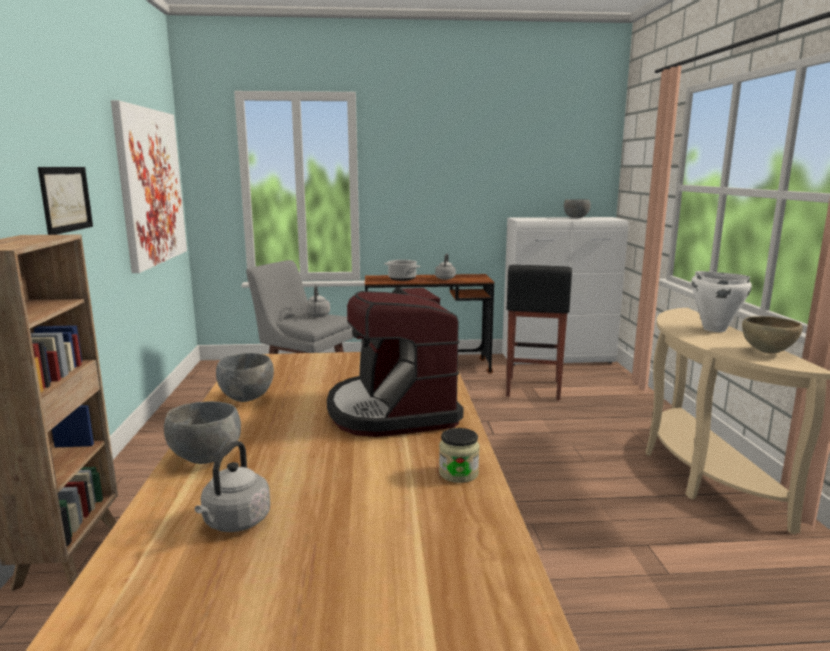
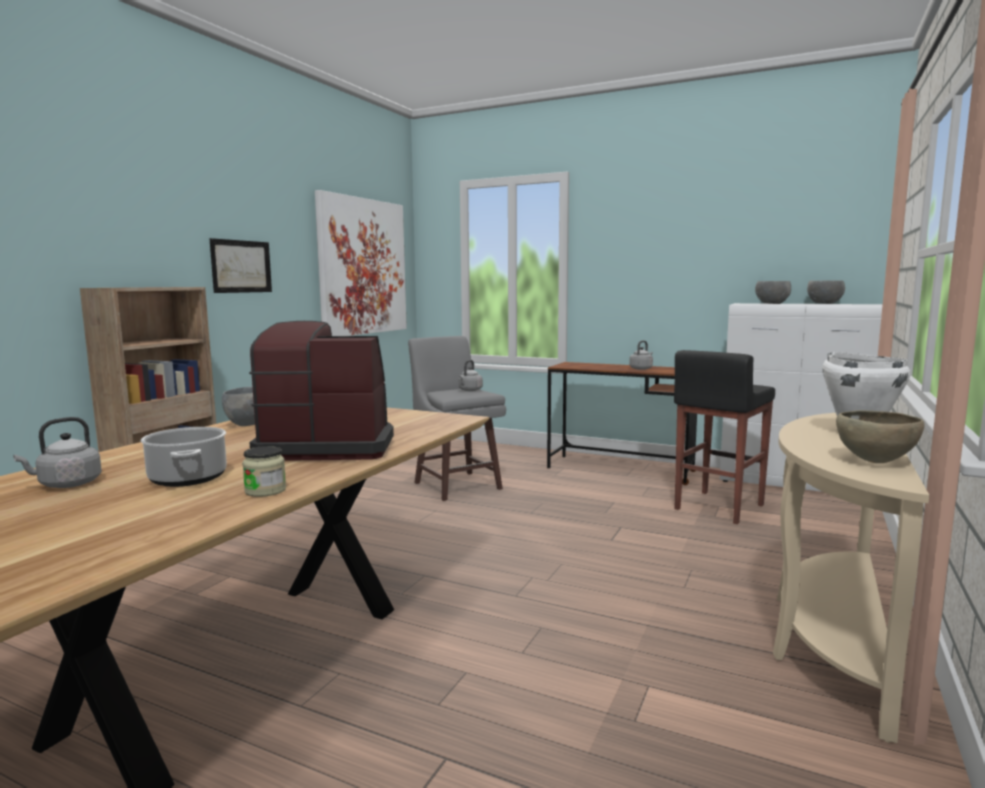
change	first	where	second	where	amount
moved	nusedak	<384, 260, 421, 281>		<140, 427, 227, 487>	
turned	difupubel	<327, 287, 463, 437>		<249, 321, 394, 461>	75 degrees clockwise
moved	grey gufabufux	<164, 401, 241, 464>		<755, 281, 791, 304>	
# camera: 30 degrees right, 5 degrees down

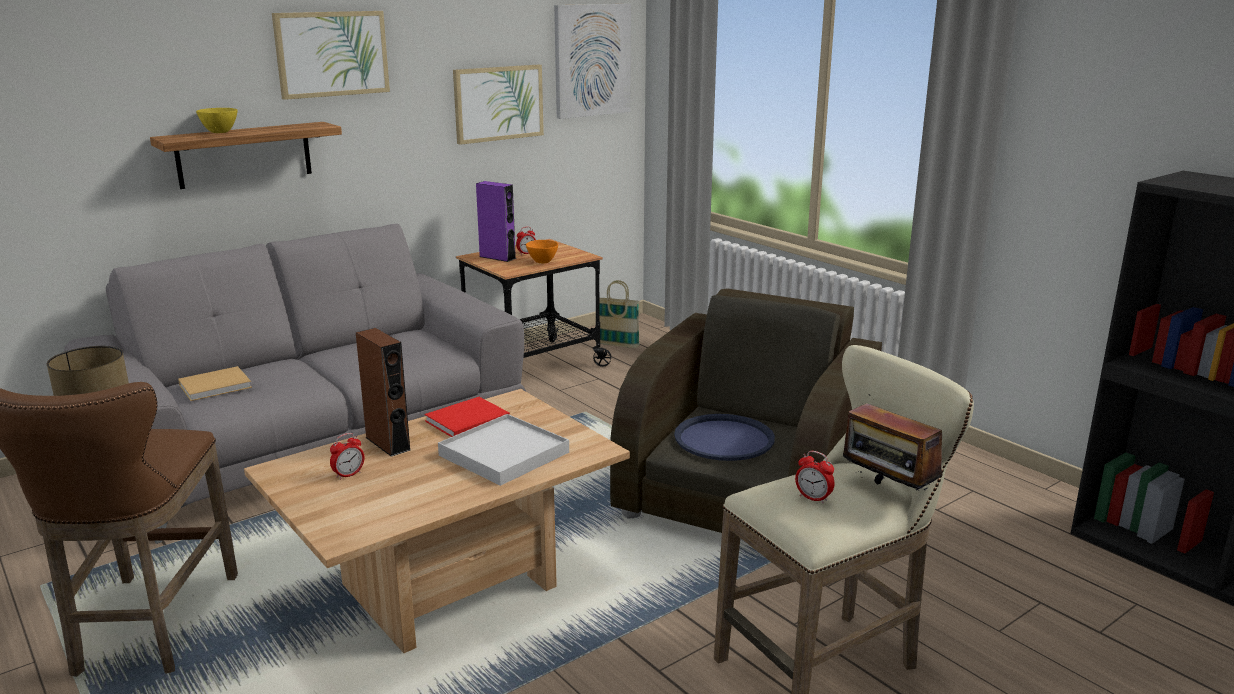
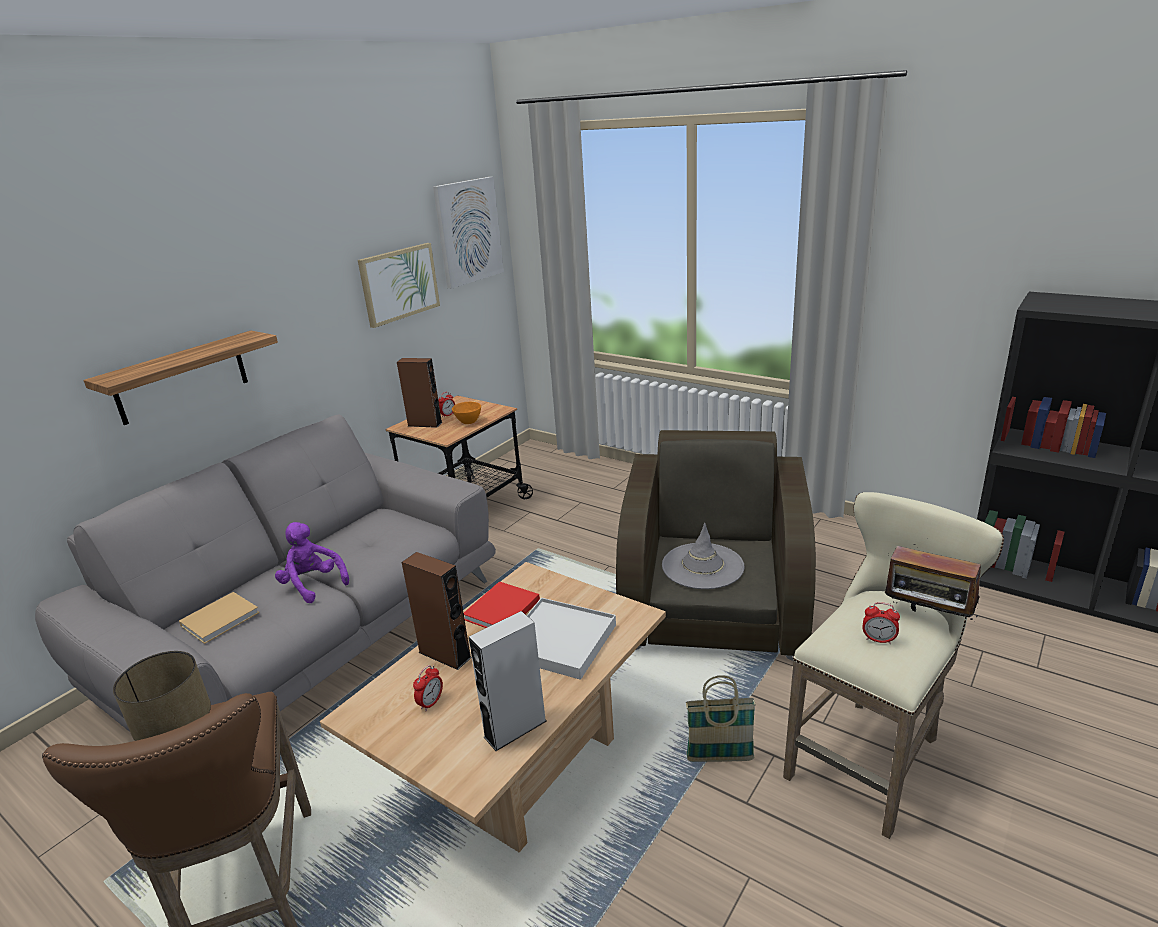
change	first	where	second	where	amount
added			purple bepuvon	<275, 522, 349, 603>	
recoloured	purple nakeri	<476, 181, 516, 262>	brown nakeri	<397, 358, 443, 428>	
added			grey nakeri	<469, 611, 547, 751>	
replaced	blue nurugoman	<674, 414, 775, 461>	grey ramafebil	<662, 523, 745, 589>	
moved	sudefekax	<599, 280, 640, 348>		<686, 675, 756, 762>	
removed	yellow gufabufux	<196, 108, 238, 133>			
removed	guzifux	<272, 11, 390, 100>			
# camera: 15 degrees left, 5 degrees up

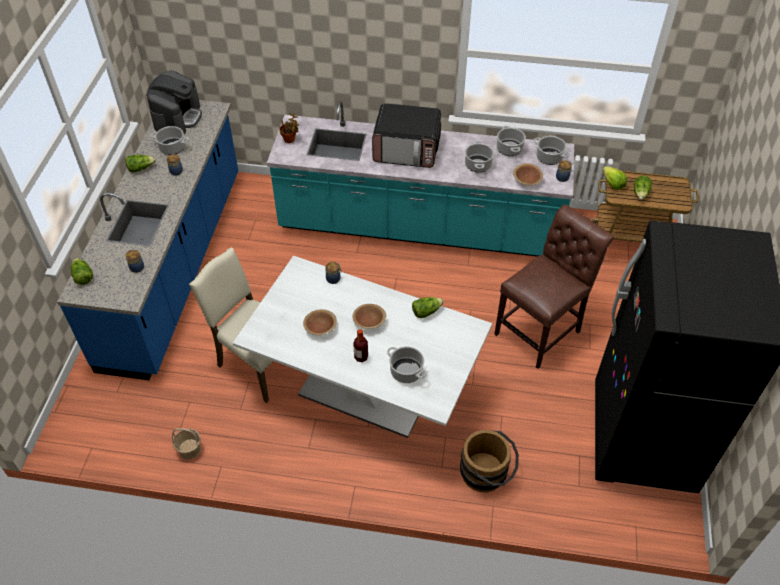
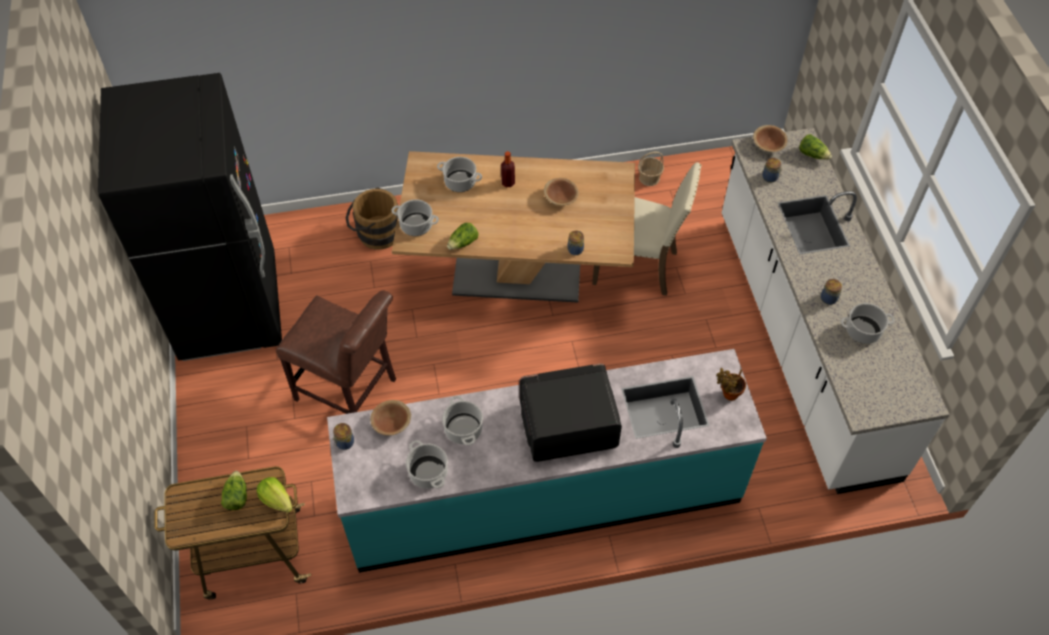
change	first	where	second	where	amount
turned	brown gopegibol	<494, 205, 614, 369>		<276, 291, 396, 414>	90 degrees counterclockwise
recoloured	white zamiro	<233, 255, 492, 438>	brown zamiro	<392, 151, 635, 303>	
moved	nusedak	<533, 136, 570, 165>		<392, 199, 439, 236>	
recoloured	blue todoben	<57, 100, 238, 380>	white todoben	<722, 128, 950, 494>	
moved	brown gufabufux	<353, 304, 386, 329>		<753, 125, 788, 152>	
removed	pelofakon	<126, 155, 156, 173>			
removed	difupubel	<147, 71, 202, 134>			
# camera: 160 degrees right, 5 degrees up

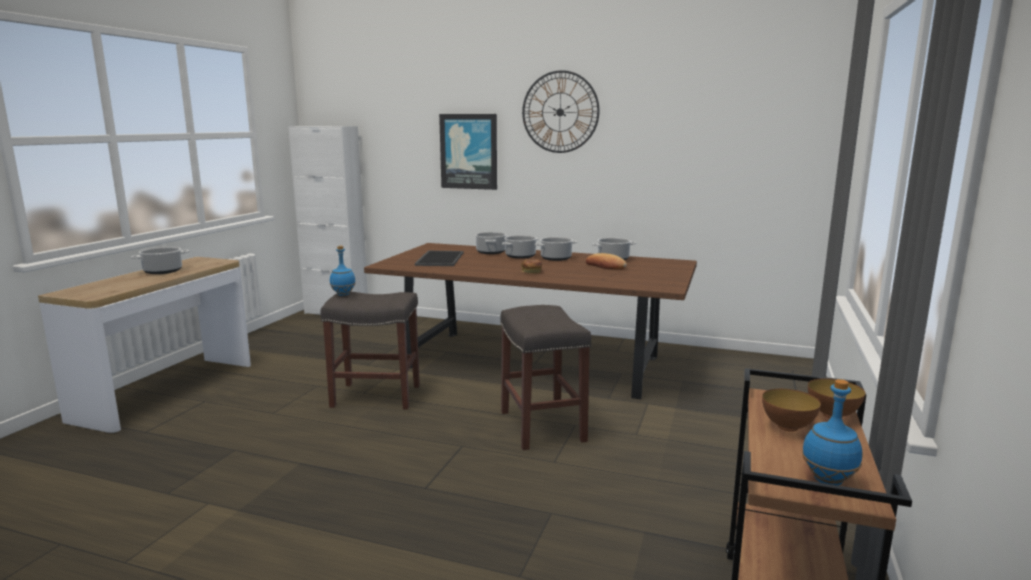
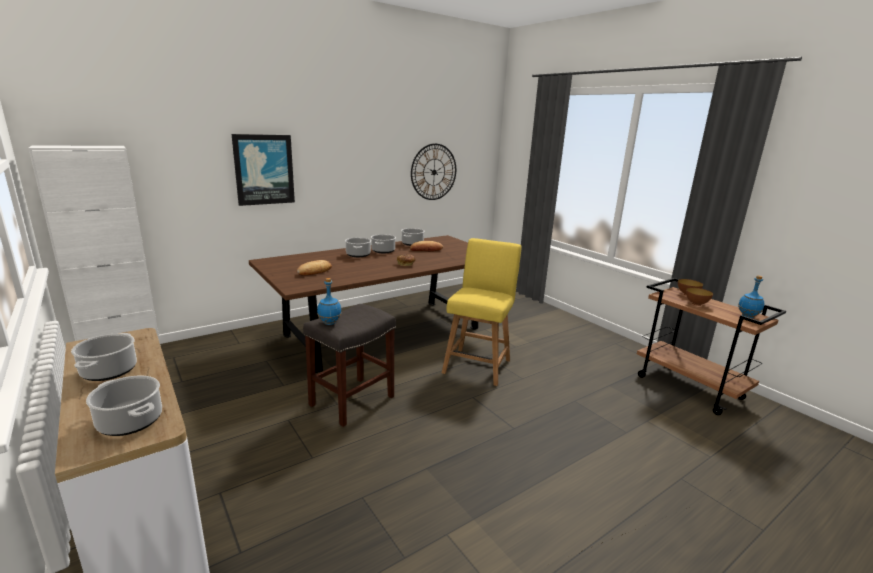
change	first	where	second	where	amount
moved	nusedak	<475, 232, 507, 254>		<86, 376, 162, 436>	
replaced	nurugoman	<415, 251, 463, 266>	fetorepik	<297, 260, 332, 276>	
moved	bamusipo	<522, 70, 600, 153>		<411, 144, 456, 200>	
replaced	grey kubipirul	<500, 305, 591, 450>	yellow gopegibol	<442, 238, 522, 386>	
# camera: 55 degrees left, 5 degrees up

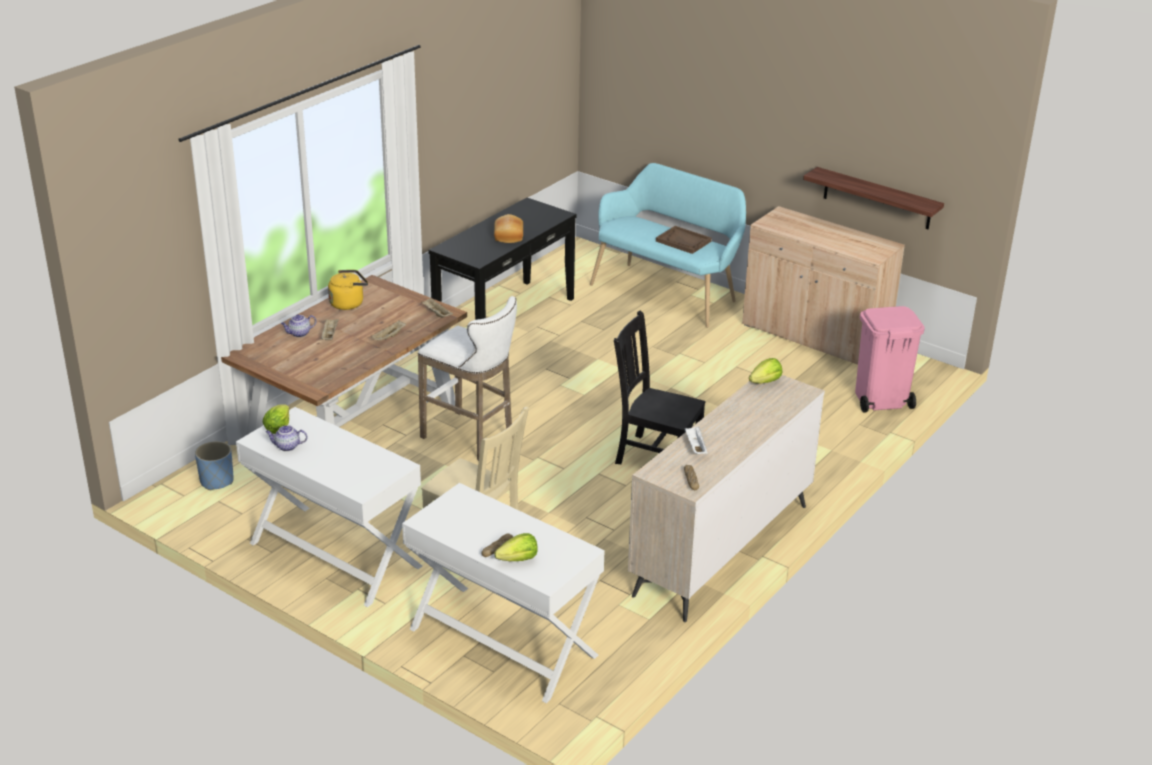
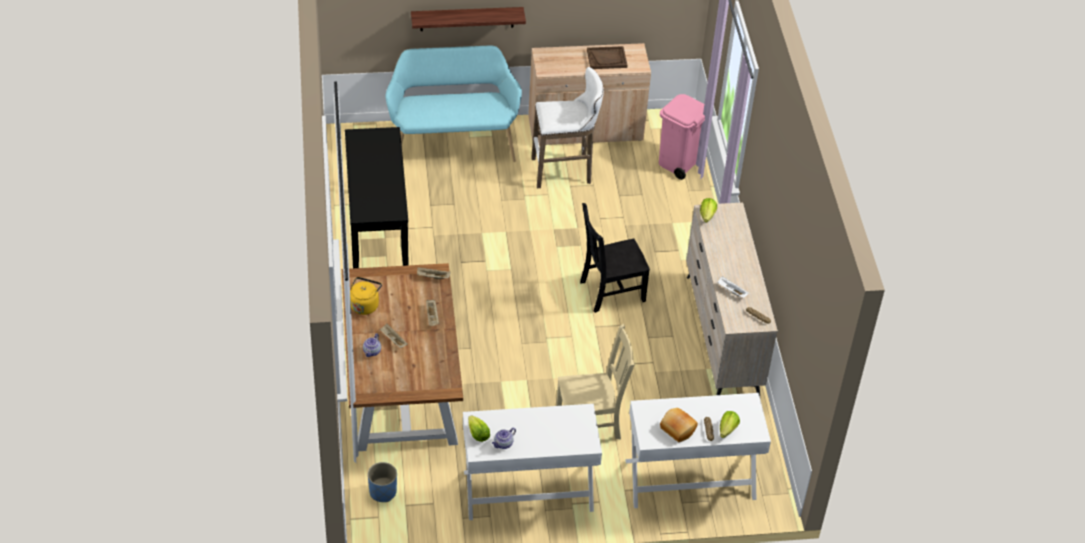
change	first	where	second	where	amount
moved	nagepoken	<803, 167, 944, 229>		<411, 7, 526, 31>	
moved	white kubipirul	<418, 296, 517, 461>		<531, 67, 604, 188>	
moved	brown nurugoman	<656, 226, 712, 254>		<587, 46, 627, 69>	
moved	fetorepik	<494, 214, 523, 243>		<660, 408, 698, 442>	
# camera: 45 degrees left, 15 degrees up

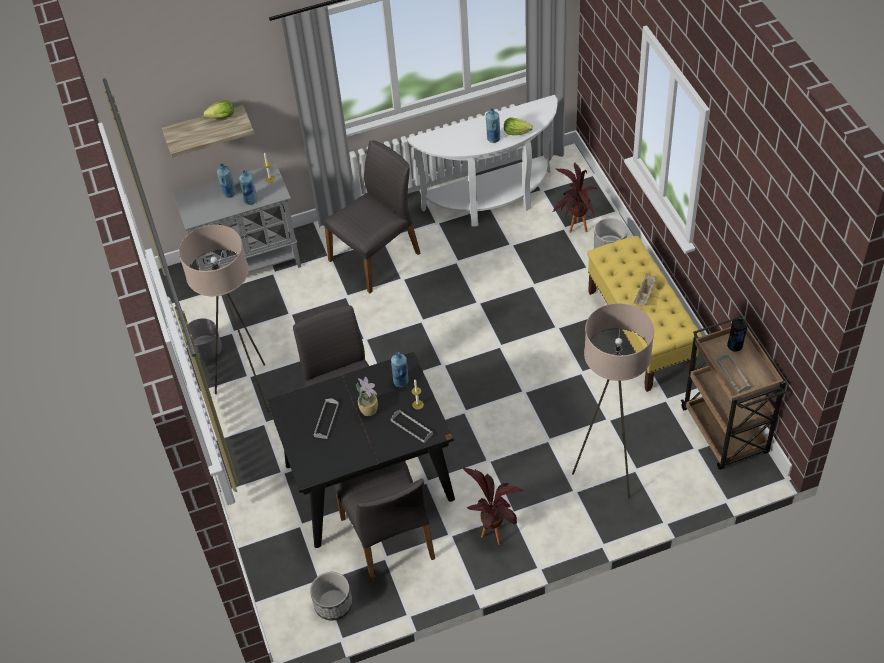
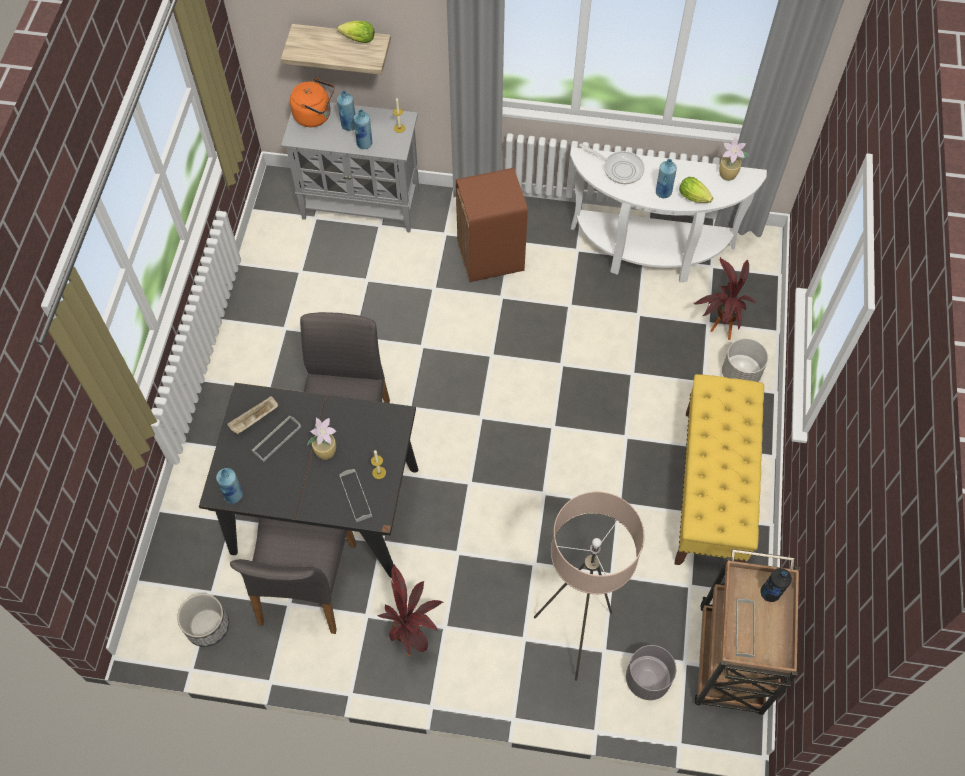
change	first	where	second	where	amount
moved	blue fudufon	<391, 352, 408, 387>		<216, 468, 243, 504>	
moved	beige nurugoman	<634, 274, 656, 306>		<227, 396, 278, 434>	
added			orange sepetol	<290, 79, 334, 127>	
replaced	grey gopegibol	<324, 140, 420, 293>	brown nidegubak	<456, 168, 528, 282>	
added			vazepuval	<579, 144, 645, 184>	
moved	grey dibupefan	<183, 318, 222, 361>		<626, 645, 676, 700>	
added			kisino	<719, 136, 748, 181>	
removed	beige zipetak	<179, 225, 269, 413>			
# camera: 25 degrees right, 10 degrees up

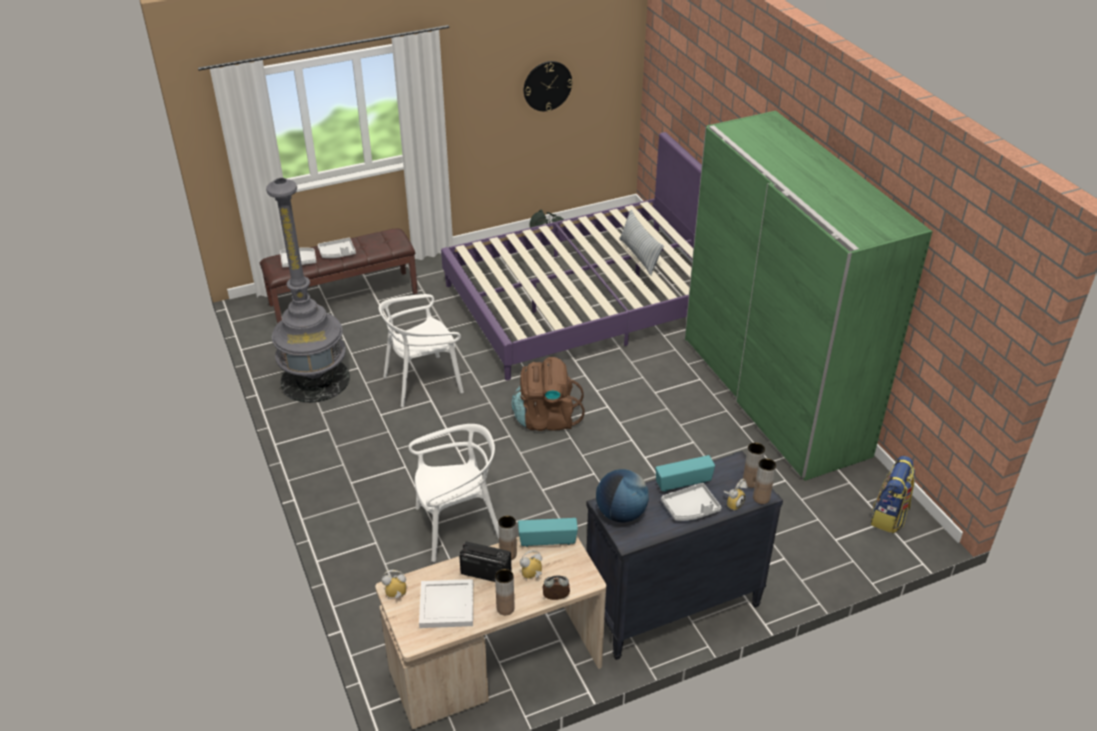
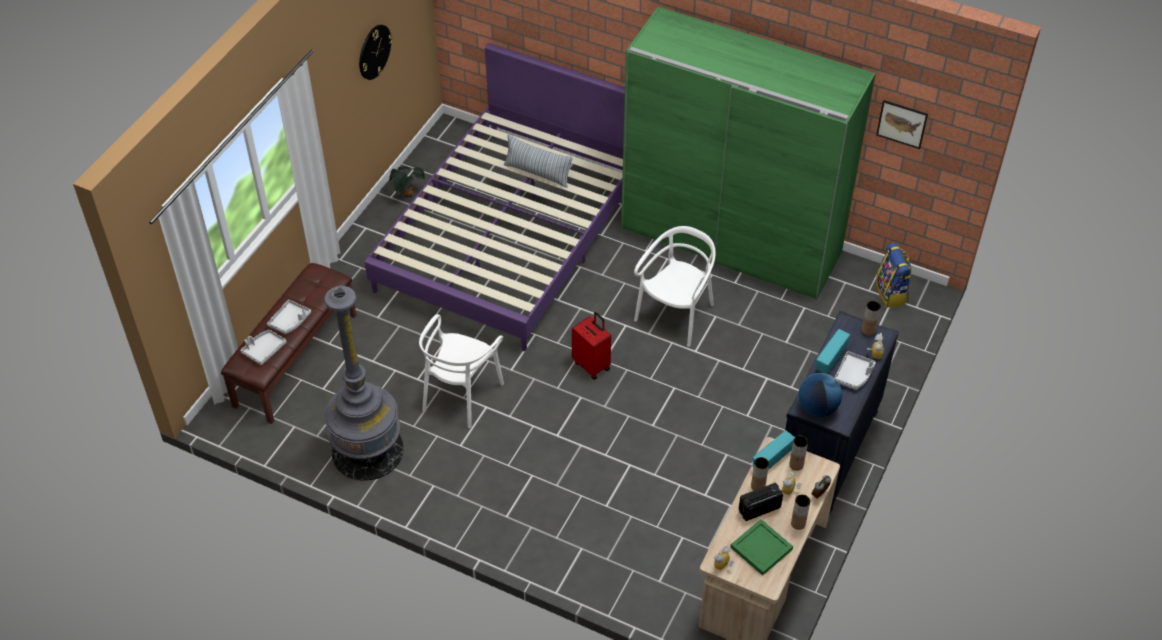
change	first	where	second	where	amount
replaced	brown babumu	<511, 357, 585, 431>	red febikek	<572, 312, 611, 380>	
moved	white gopegibol	<408, 424, 499, 562>		<634, 226, 716, 347>	
recoloured	white nurugoman	<419, 579, 473, 628>	green nurugoman	<730, 519, 793, 576>	
moved	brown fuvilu	<753, 458, 776, 504>		<789, 436, 808, 471>	
added			guzifux	<876, 100, 928, 149>	
# camera: 40 degrees left, 10 degrees up

